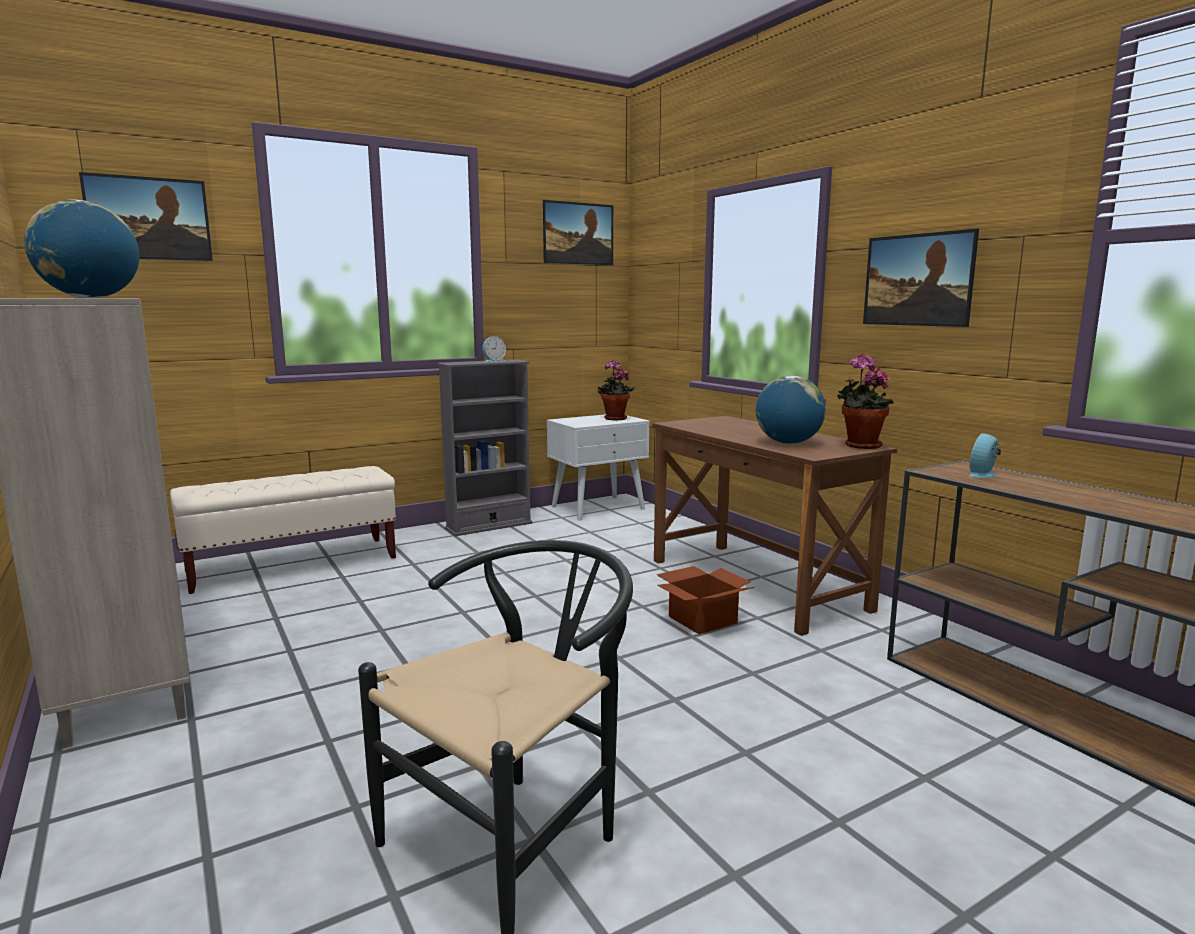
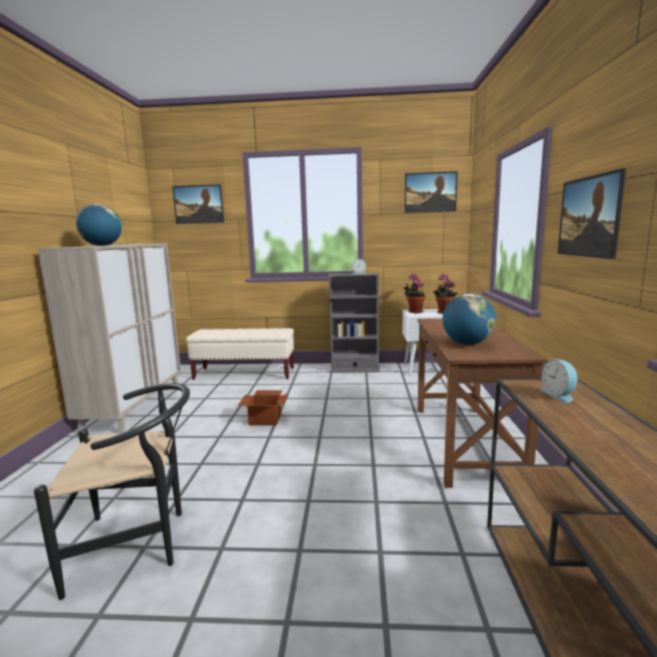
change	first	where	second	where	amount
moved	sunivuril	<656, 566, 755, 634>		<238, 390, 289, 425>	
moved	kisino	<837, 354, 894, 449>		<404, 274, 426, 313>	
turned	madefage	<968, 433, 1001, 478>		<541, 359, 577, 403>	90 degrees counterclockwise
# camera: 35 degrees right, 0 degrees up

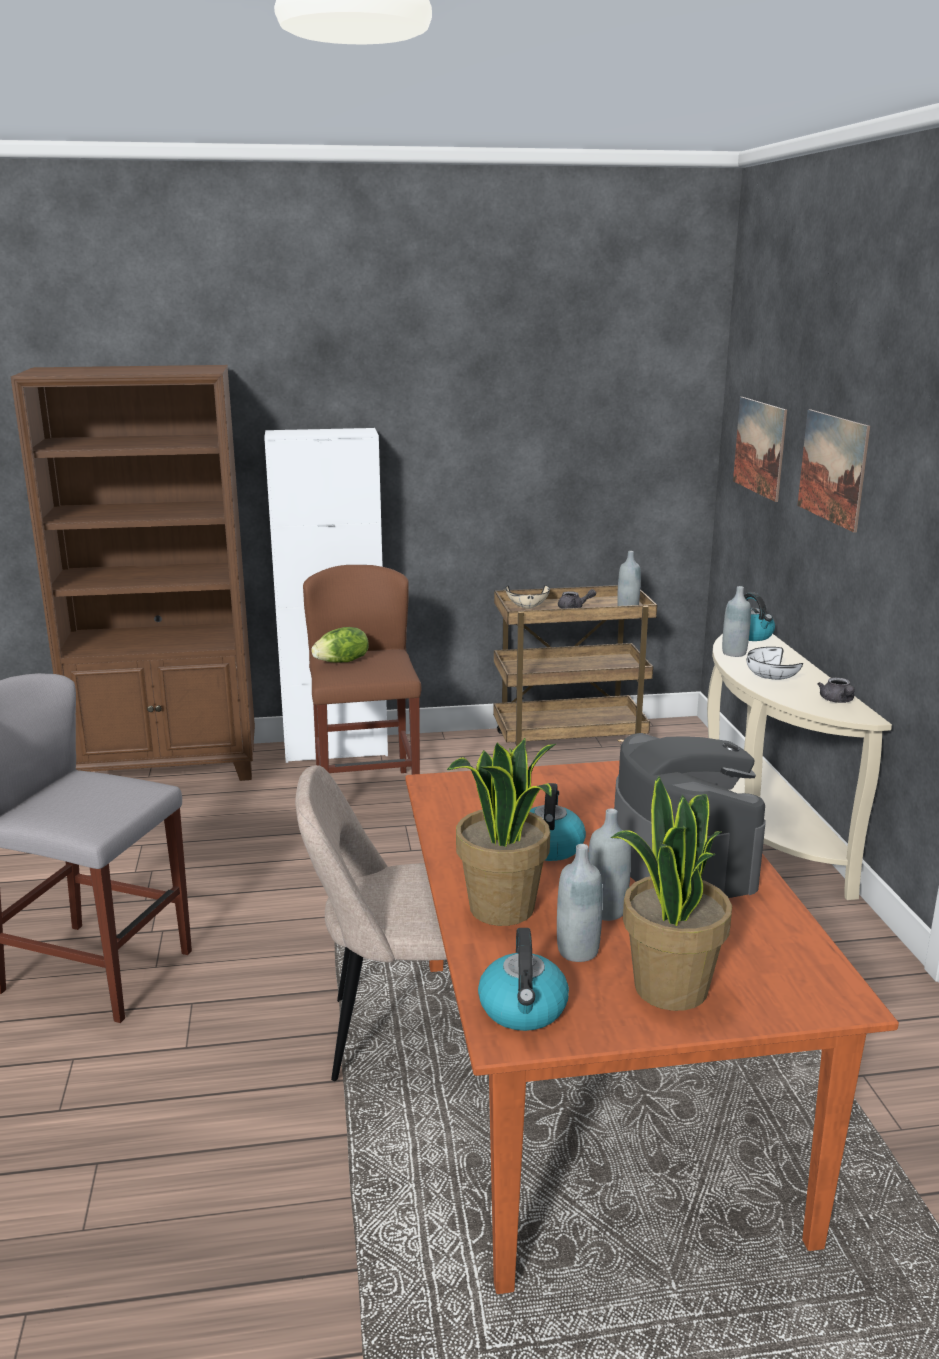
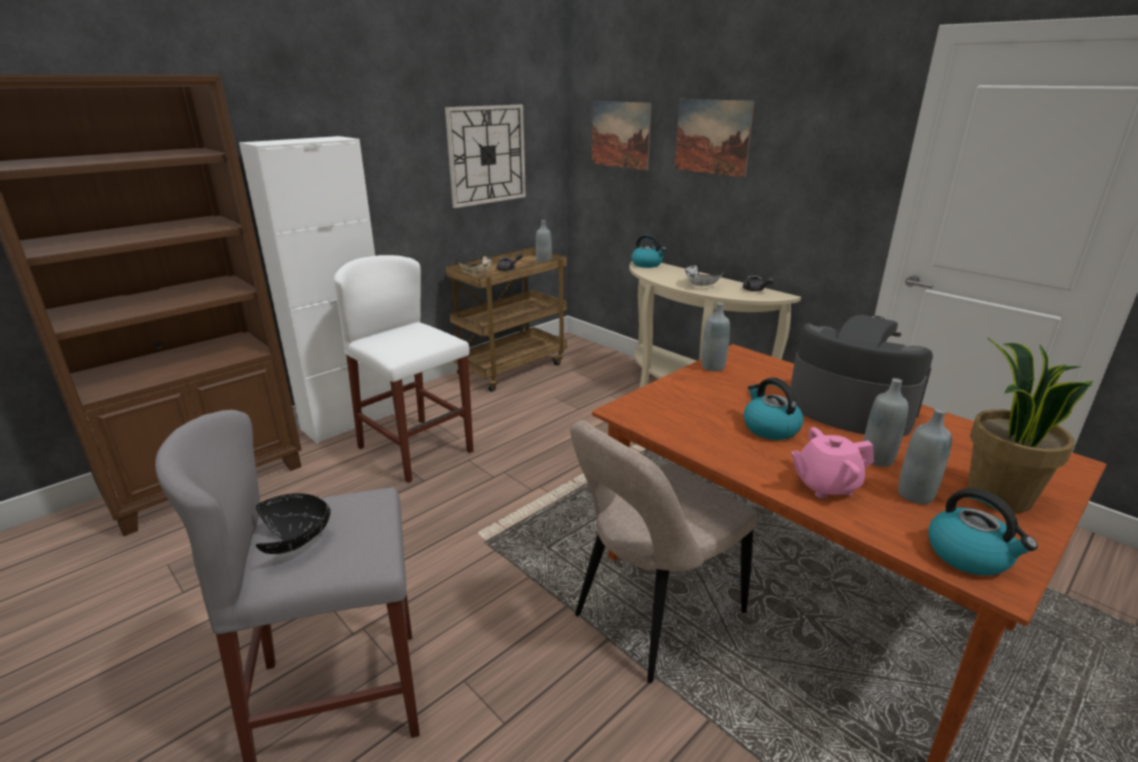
change	first	where	second	where	amount
added			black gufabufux	<256, 493, 331, 554>	
recoloured	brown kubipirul	<303, 565, 421, 817>	white kubipirul	<334, 255, 473, 483>	
added			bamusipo	<445, 104, 526, 208>	
moved	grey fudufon	<722, 586, 751, 657>		<702, 302, 730, 372>	
replaced	kisino	<447, 738, 556, 926>	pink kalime	<791, 427, 874, 498>	
removed	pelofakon	<311, 627, 369, 663>			
# camera: 35 degrees left, 5 degrees up

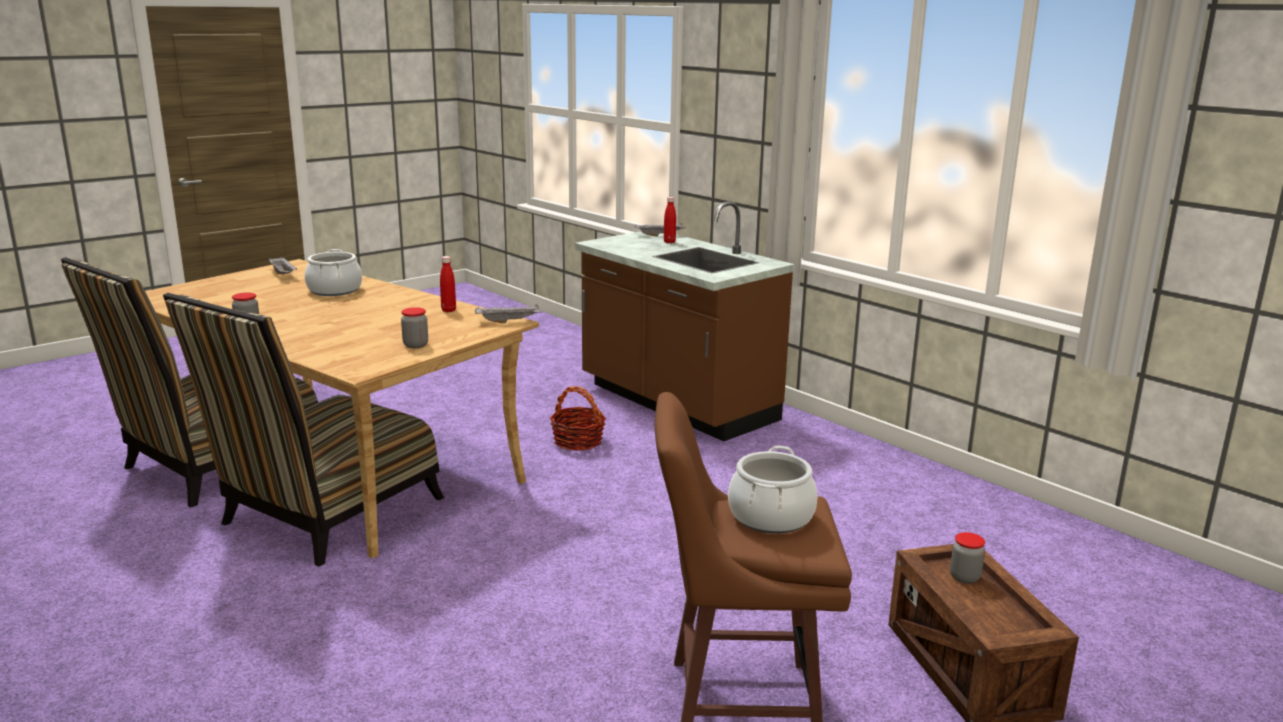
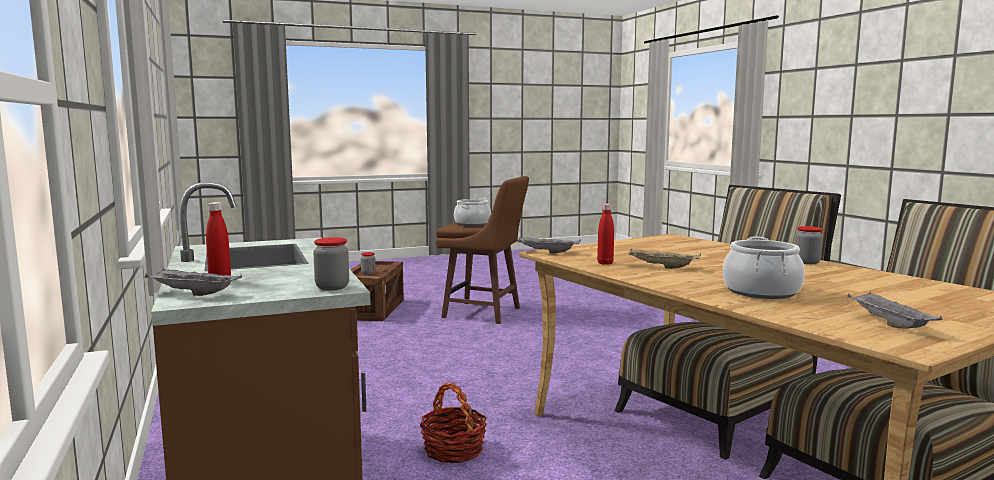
change	first	where	second	where	amount
moved	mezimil	<401, 307, 428, 348>		<313, 237, 349, 291>	
added			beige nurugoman	<628, 249, 701, 269>	
# camera: 160 degrees left, 10 degrees down

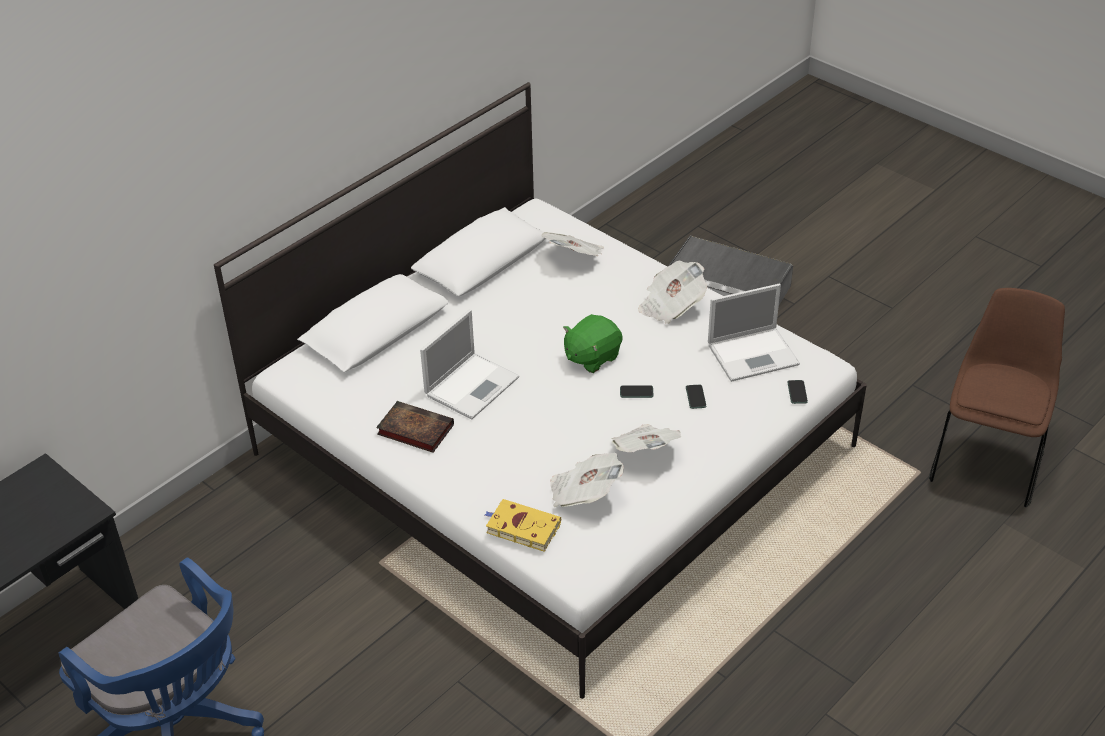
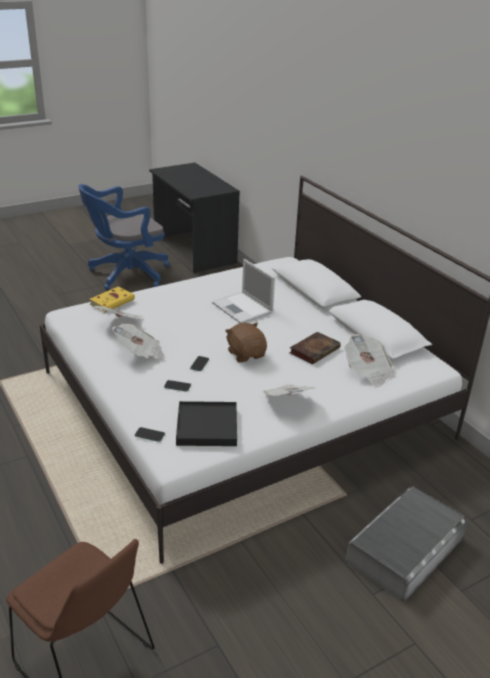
change	first	where	second	where	amount
replaced	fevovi	<708, 284, 800, 382>	black nurugoman	<176, 401, 237, 446>	
recoloured	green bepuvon	<563, 314, 623, 373>	brown bepuvon	<225, 322, 267, 363>	
moved	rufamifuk	<376, 401, 454, 453>		<290, 332, 341, 365>	
# camera: 105 degrees right, 10 degrees down

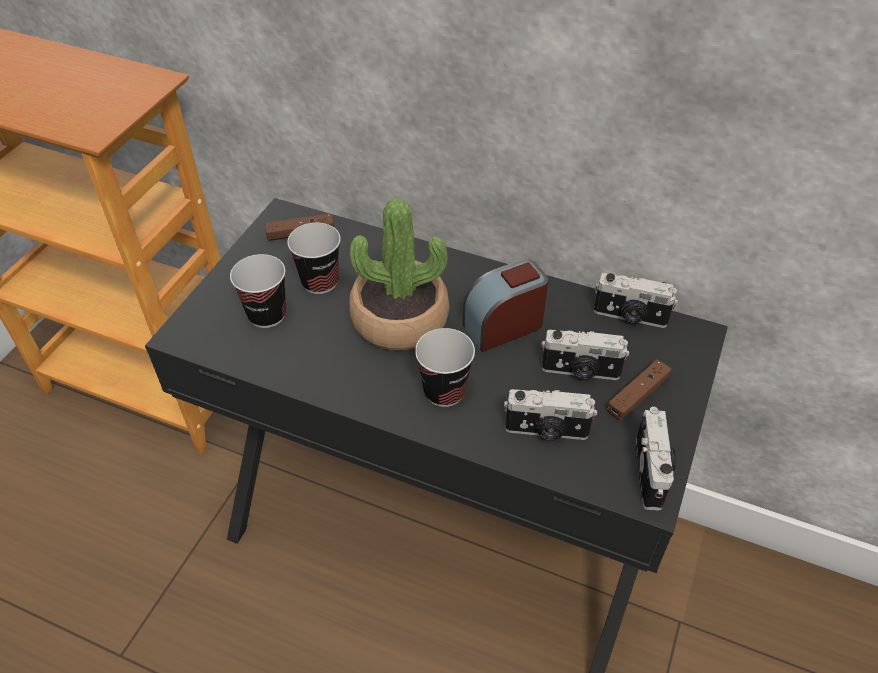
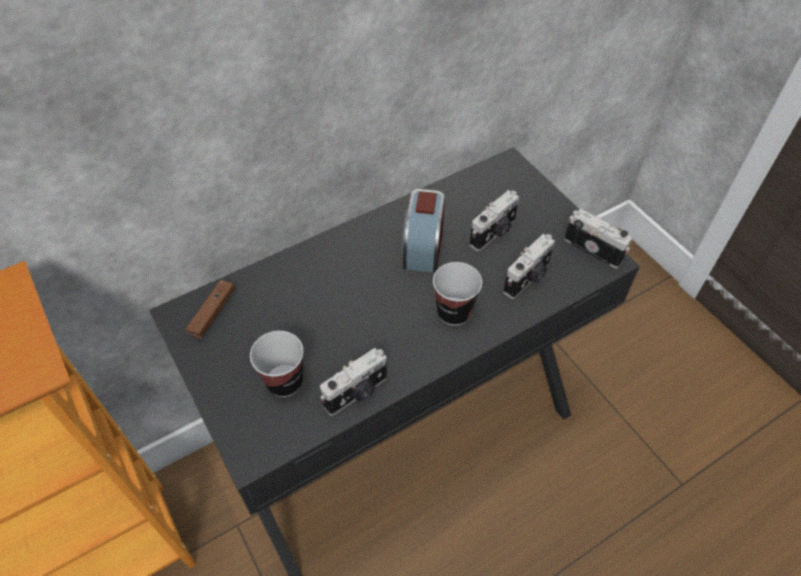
change	first	where	second	where	amount
moved	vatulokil	<594, 273, 678, 328>		<320, 348, 387, 415>	
removed	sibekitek	<287, 223, 341, 294>			
removed	kisino	<349, 198, 449, 350>			
removed	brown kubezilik	<607, 359, 672, 420>			
# camera: 55 degrees left, 5 degrees up

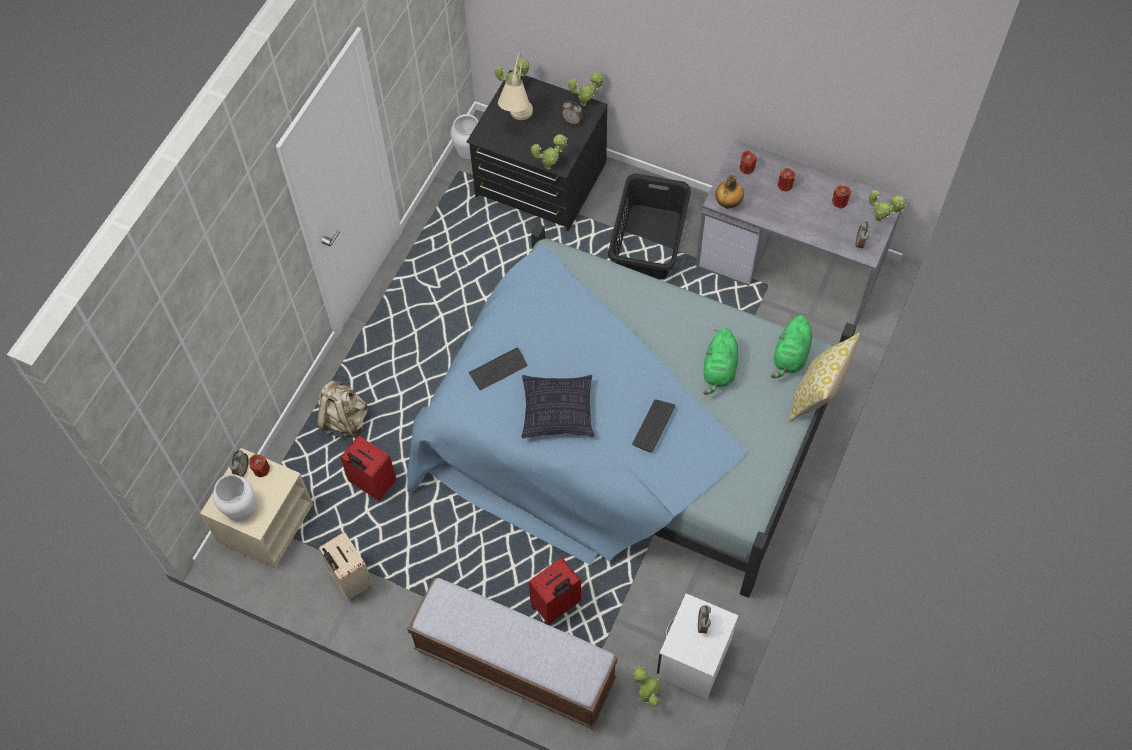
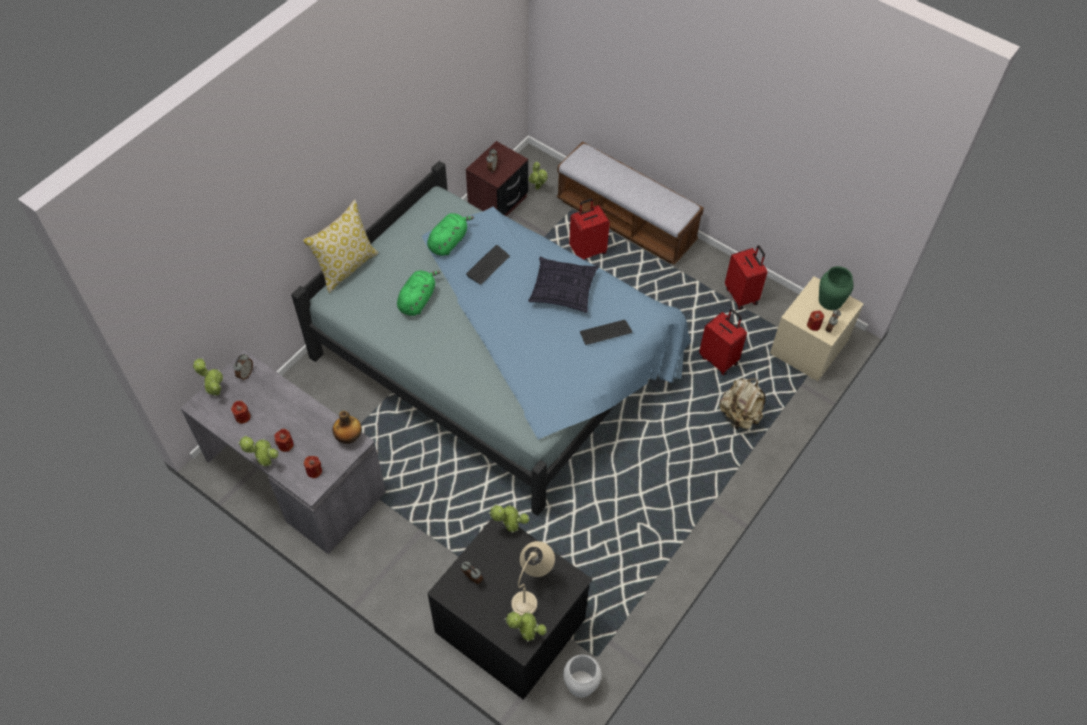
change	first	where	second	where	amount
moved	kisino	<568, 72, 605, 106>		<238, 435, 278, 466>	
moved	green bepuvon	<771, 315, 812, 378>		<427, 213, 474, 256>	
recoloured	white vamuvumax	<657, 593, 738, 699>	brown vamuvumax	<466, 141, 528, 217>	
recoloured	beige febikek	<319, 532, 373, 600>	red febikek	<725, 245, 767, 310>	
recoloured	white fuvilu	<213, 474, 255, 522>	green fuvilu	<819, 266, 854, 310>	
removed	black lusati	<608, 174, 691, 280>			
# camera: 170 degrees left, 5 degrees down

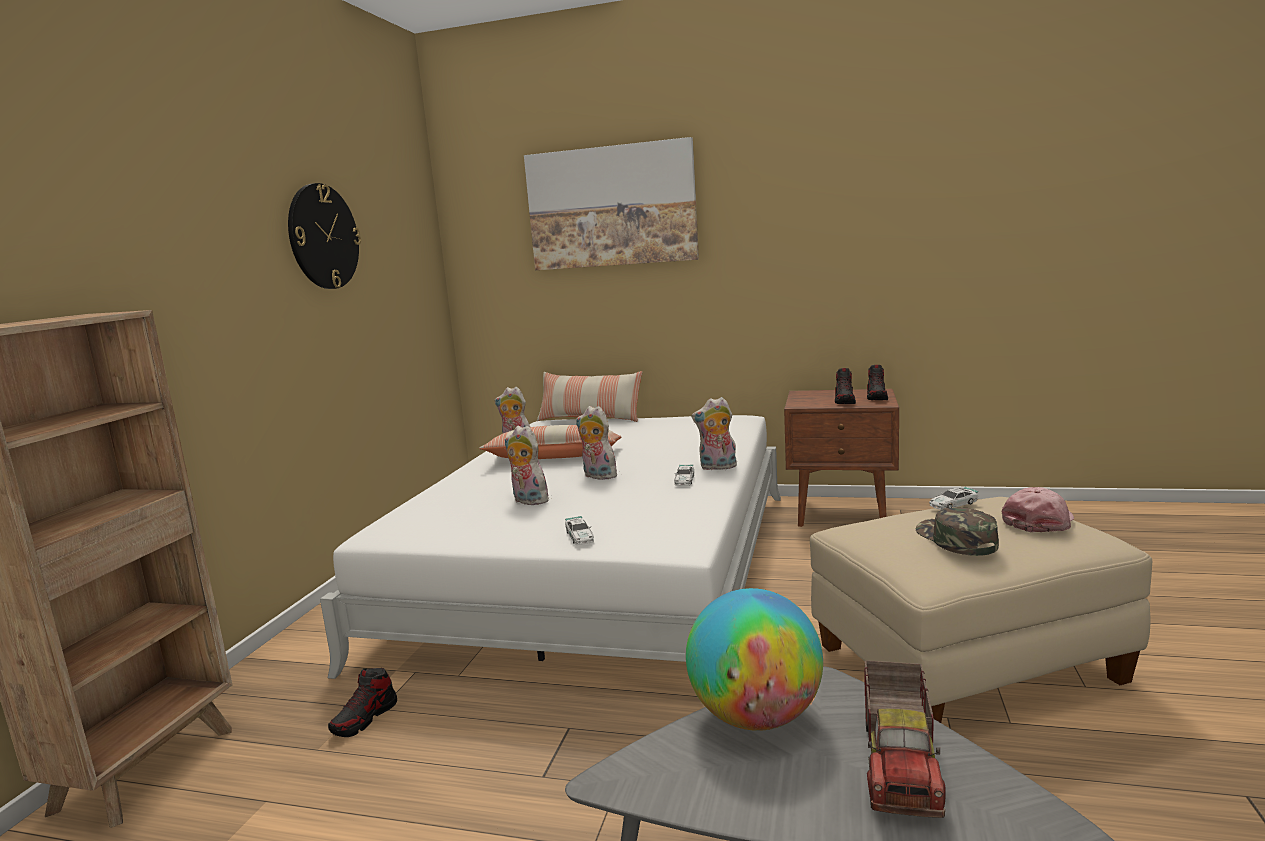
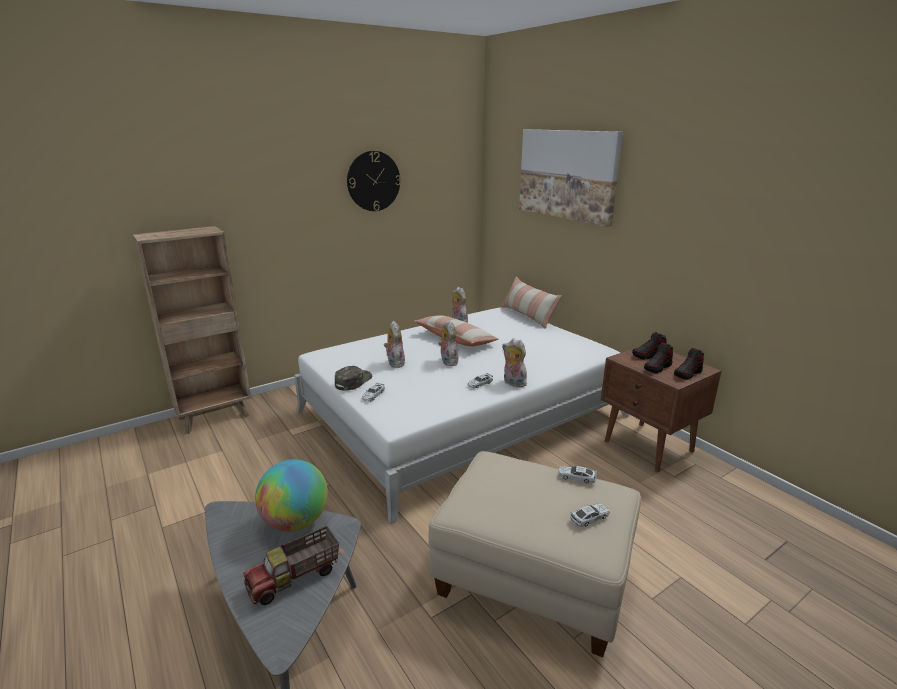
change	first	where	second	where	amount
moved	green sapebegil	<916, 508, 999, 556>		<335, 366, 372, 391>	
replaced	pink sapebegil	<1002, 487, 1074, 532>	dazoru	<570, 503, 610, 527>	
moved	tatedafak	<328, 668, 397, 737>		<632, 332, 667, 359>	
# camera: 40 degrees right, 10 degrees up

